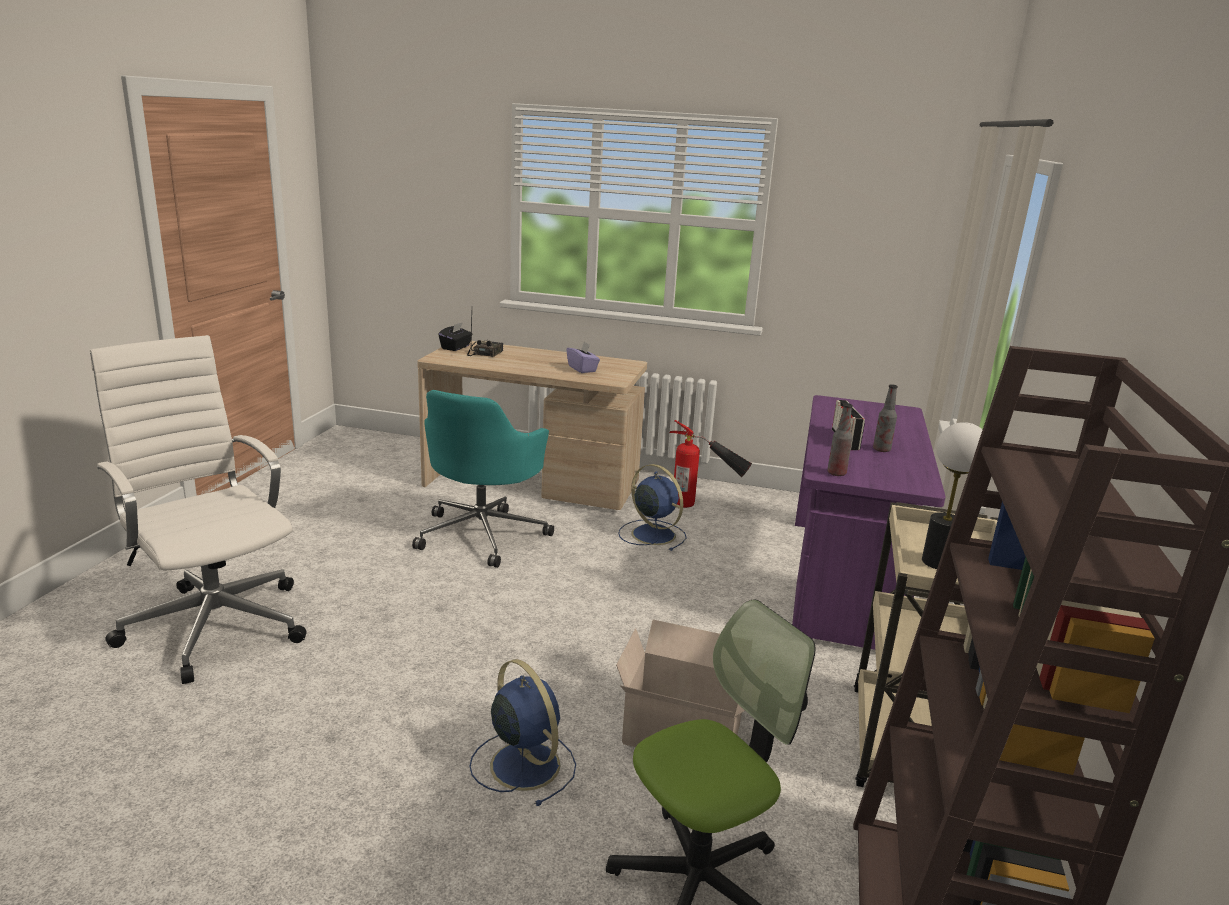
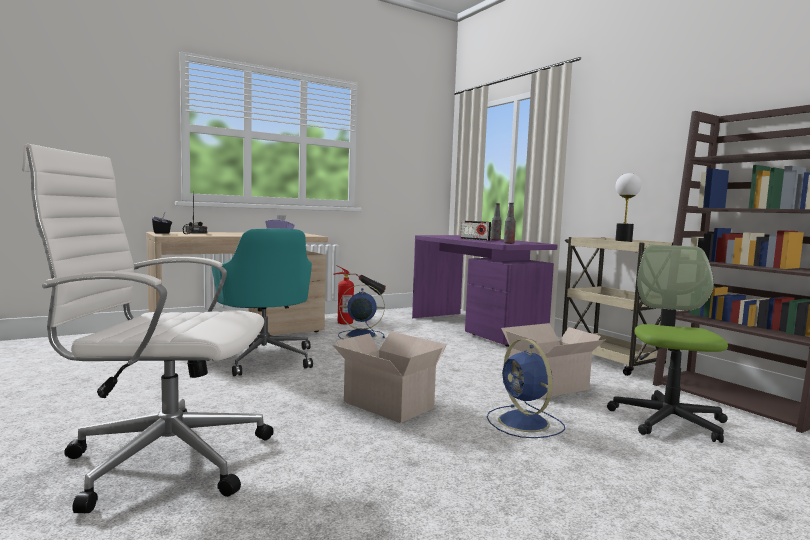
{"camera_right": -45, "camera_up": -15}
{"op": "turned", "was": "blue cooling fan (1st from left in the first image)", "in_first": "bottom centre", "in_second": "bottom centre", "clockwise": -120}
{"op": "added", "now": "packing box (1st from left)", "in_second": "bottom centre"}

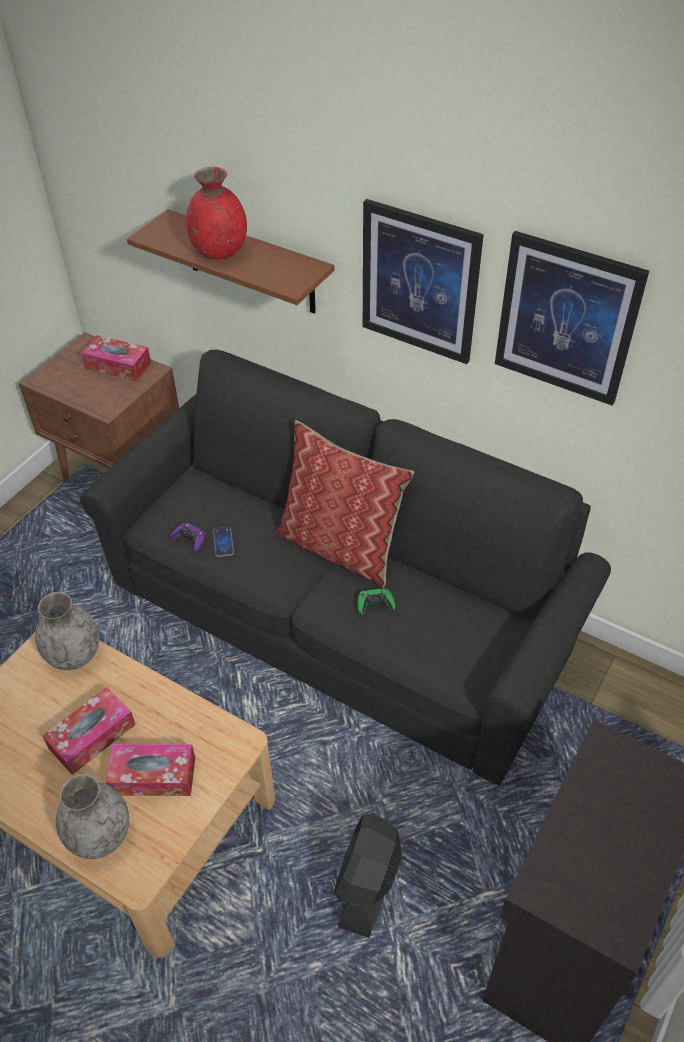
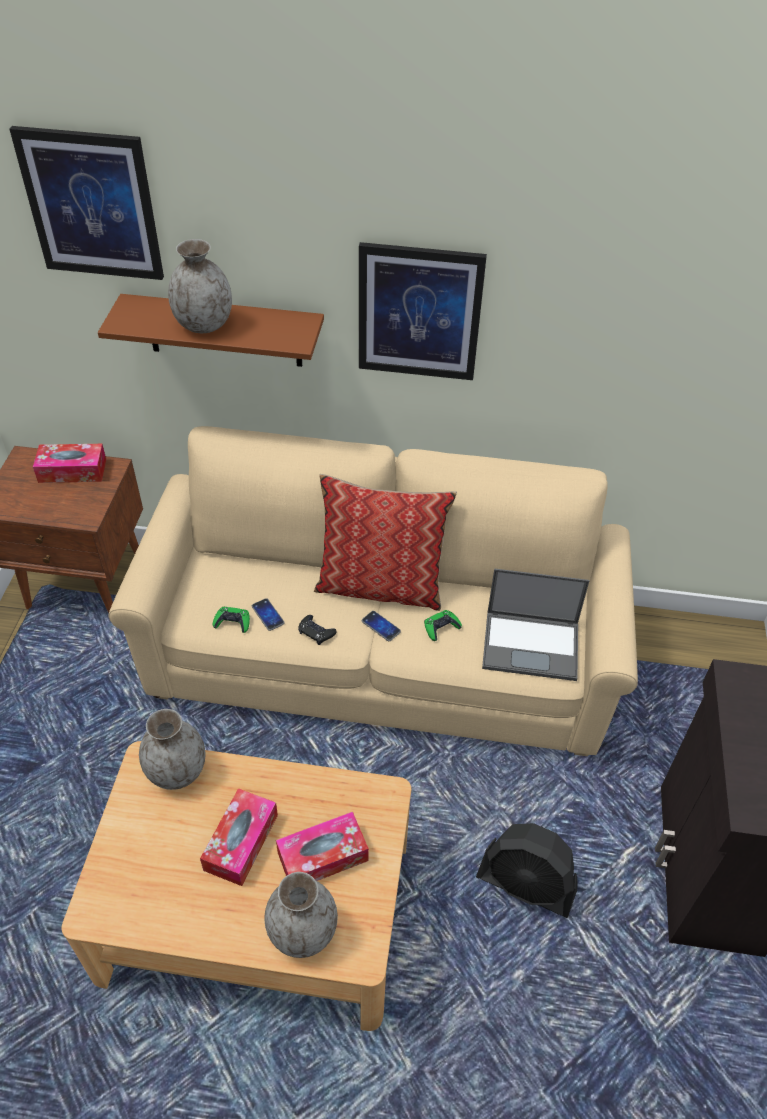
{"camera_right": -25, "camera_up": 0}
{"op": "recoloured", "was": "reddish flower vase", "now": "gray flower vase (2nd from left)", "in_first": "top left", "in_second": "top left"}
{"op": "moved", "was": "wall art (2nd from left in the first image)", "now": "wall art (1st from left)", "in_first": "top right", "in_second": "top left"}
{"op": "recoloured", "was": "blackish sofa", "now": "beige sofa", "in_first": "centre", "in_second": "centre"}
{"op": "recoloured", "was": "purplish game controller", "now": "green game controller (1st from left)", "in_first": "middle left", "in_second": "middle left"}
{"op": "turned", "was": "blackish cooling fan", "in_first": "bottom centre", "in_second": "bottom right", "clockwise": -60}
{"op": "added", "now": "portable computer", "in_second": "middle right"}
{"op": "added", "now": "handset (2nd from left)", "in_second": "centre"}
{"op": "added", "now": "blackish game controller", "in_second": "centre"}

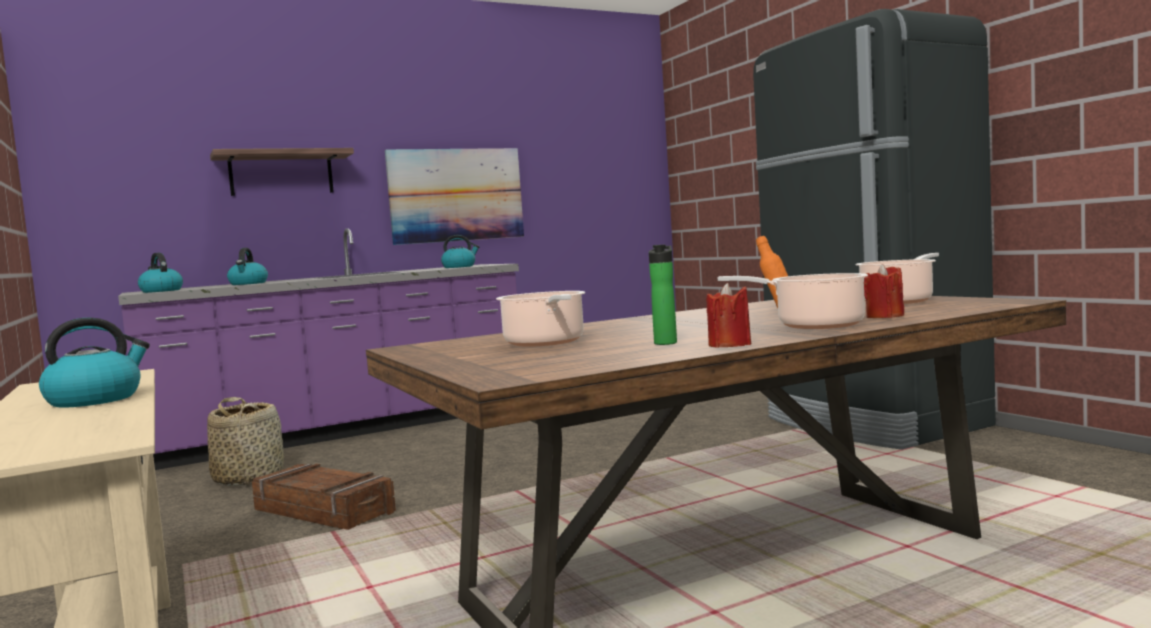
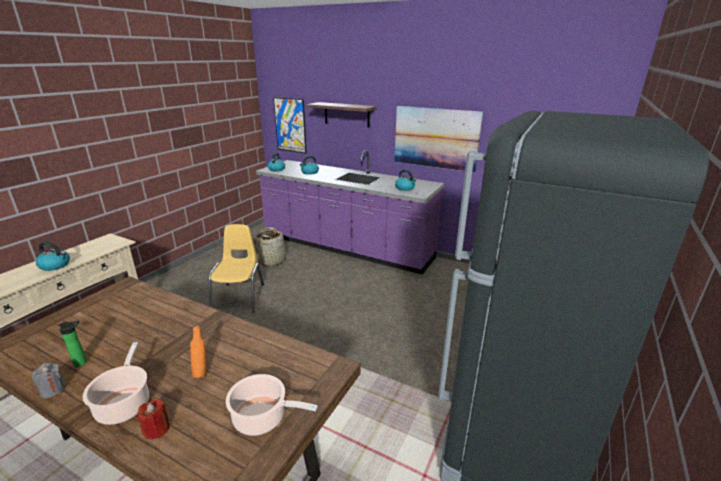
{"camera_right": 55, "camera_up": 20}
{"op": "recoloured", "was": "reddish wax light (1st from left)", "now": "gray wax light", "in_first": "centre", "in_second": "bottom left"}
{"op": "removed", "was": "stockpot (1st from left)", "in_first": "centre"}
{"op": "replaced", "was": "shipping crate", "now": "yellow chair", "in_first": "bottom left", "in_second": "middle left"}
{"op": "added", "now": "wall art (1st from left)", "in_second": "top centre"}

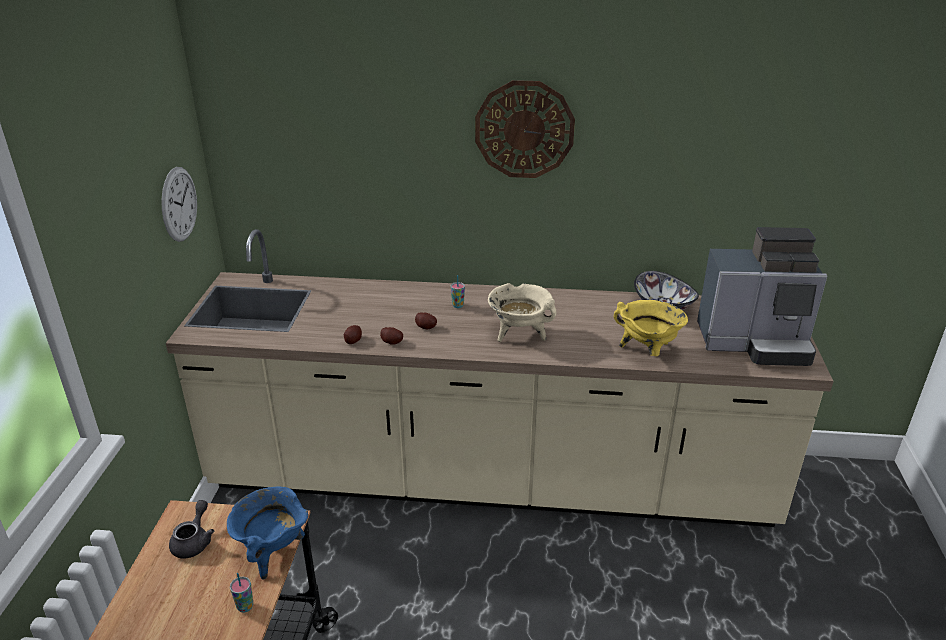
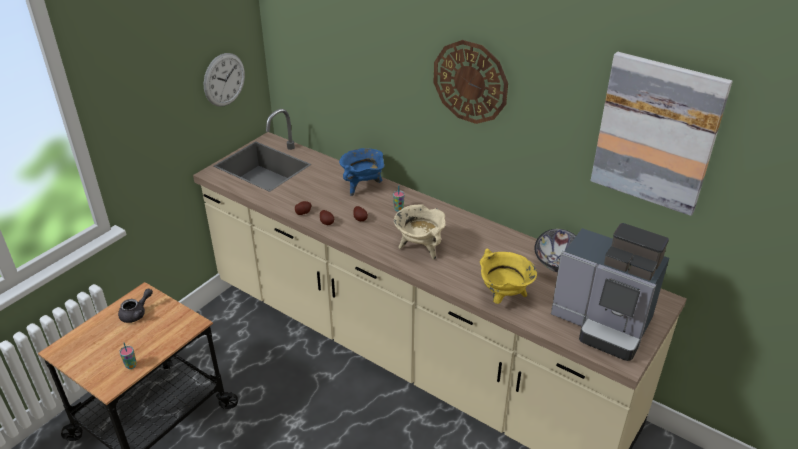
{"camera_right": 30, "camera_up": 5}
{"op": "moved", "was": "blue stockpot", "in_first": "bottom left", "in_second": "centre"}
{"op": "added", "now": "wall art", "in_second": "top right"}

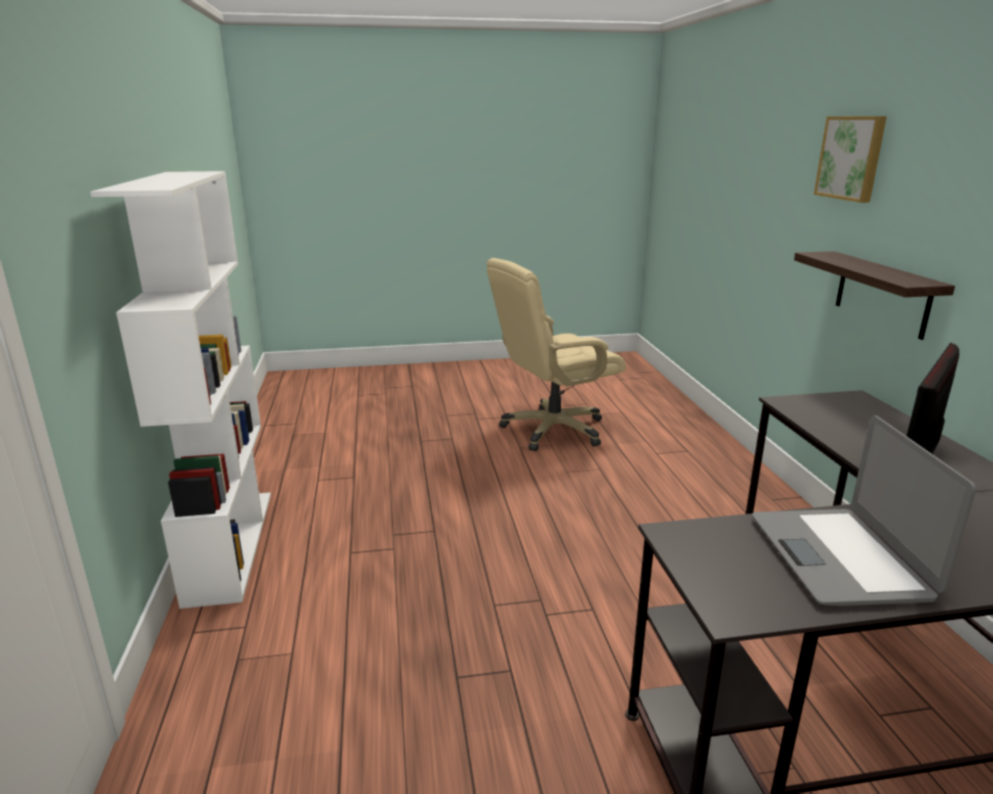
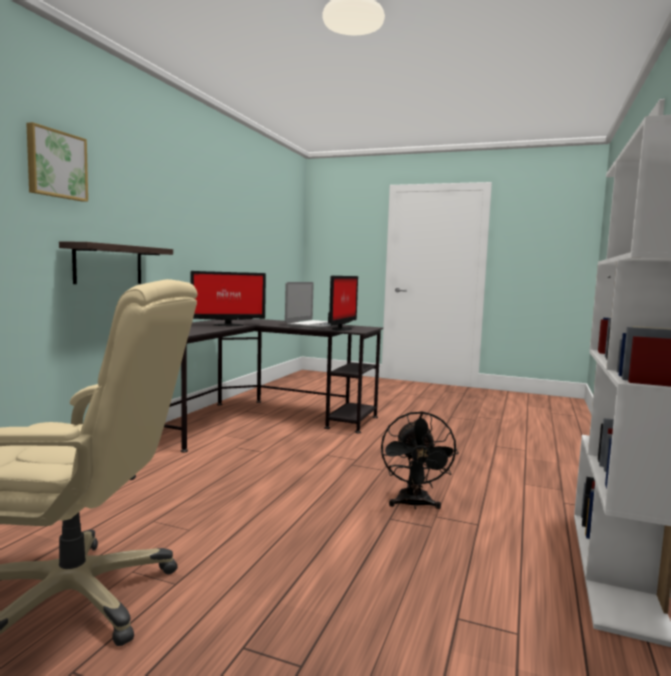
{"camera_right": -150, "camera_up": -15}
{"op": "added", "now": "monitor (2nd from left)", "in_second": "centre"}
{"op": "added", "now": "blackish cooling fan", "in_second": "bottom centre"}

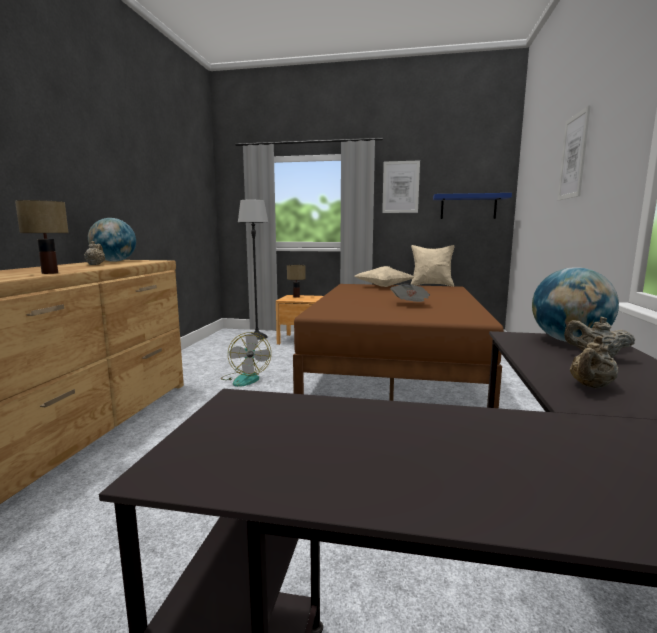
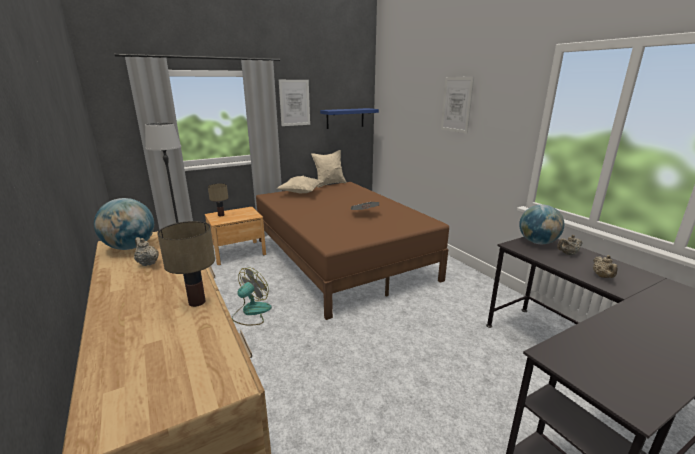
{"camera_right": -40, "camera_up": 10}
{"op": "turned", "was": "cooling fan", "in_first": "centre", "in_second": "centre", "clockwise": -90}

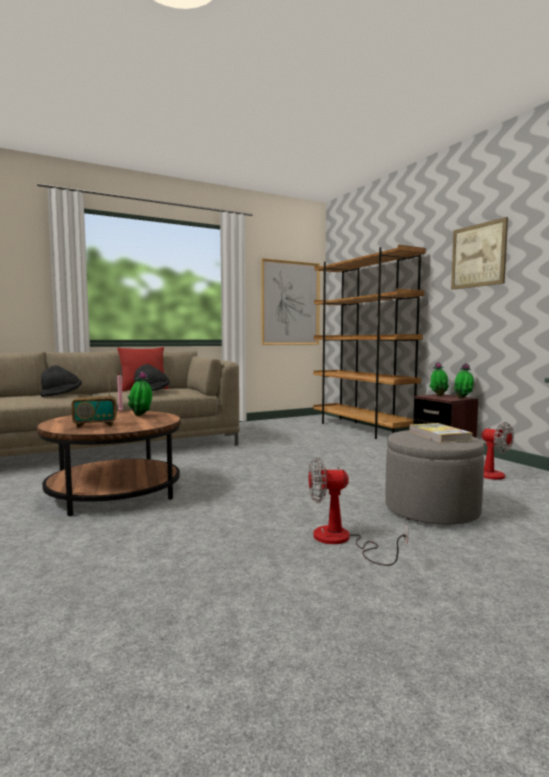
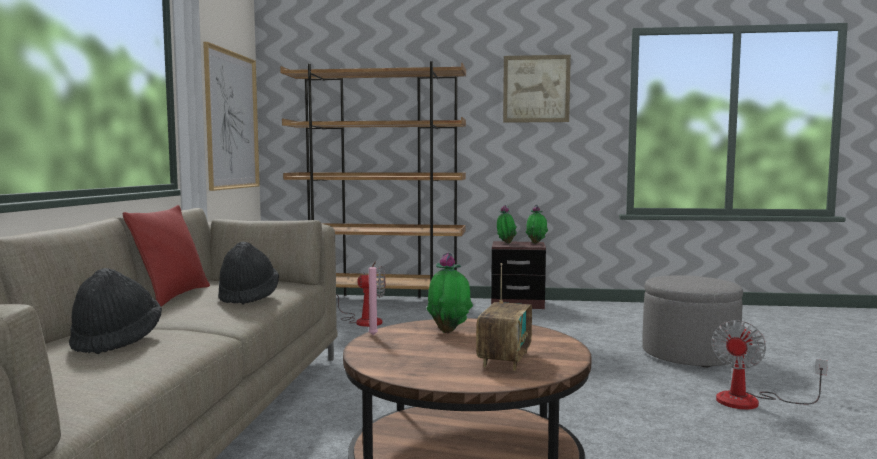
{"camera_right": -55, "camera_up": 0}
{"op": "moved", "was": "cooling fan (2nd from left in the first image)", "now": "cooling fan (1st from left)", "in_first": "middle right", "in_second": "centre"}
{"op": "removed", "was": "bound book", "in_first": "middle right"}

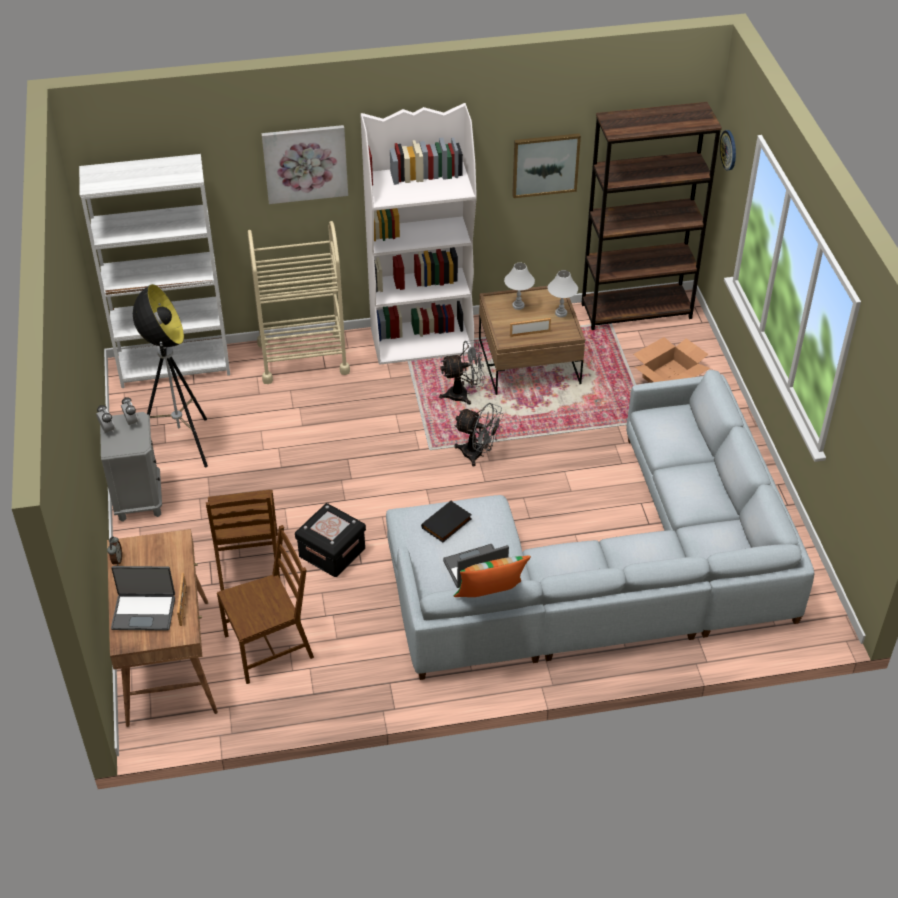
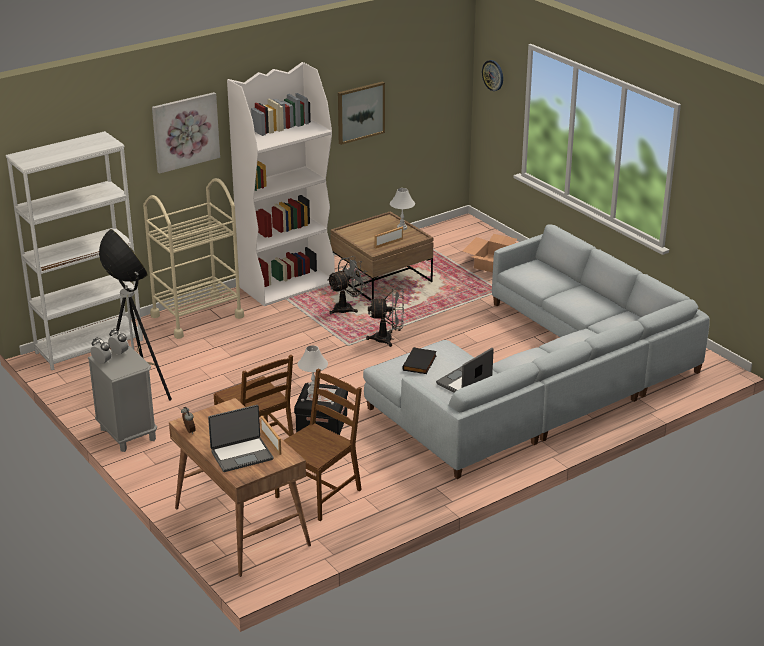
{"camera_right": -25, "camera_up": -15}
{"op": "removed", "was": "brownish bookcase", "in_first": "top right"}
{"op": "moved", "was": "whitish lamp for a table (1st from left)", "in_first": "top centre", "in_second": "centre"}
{"op": "removed", "was": "cushion", "in_first": "centre"}

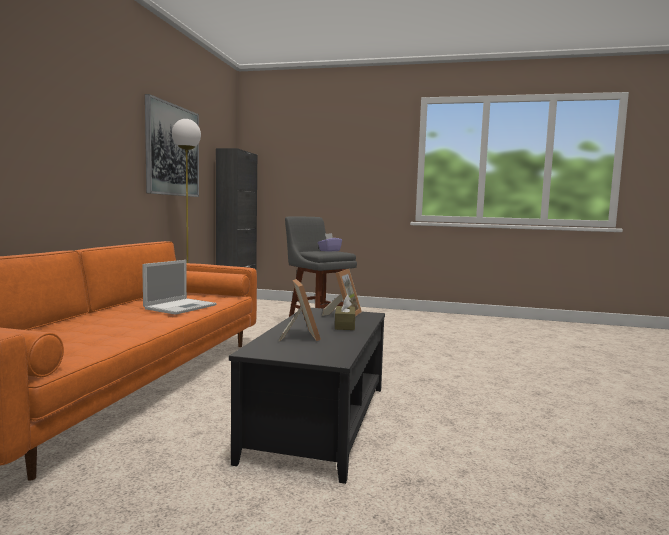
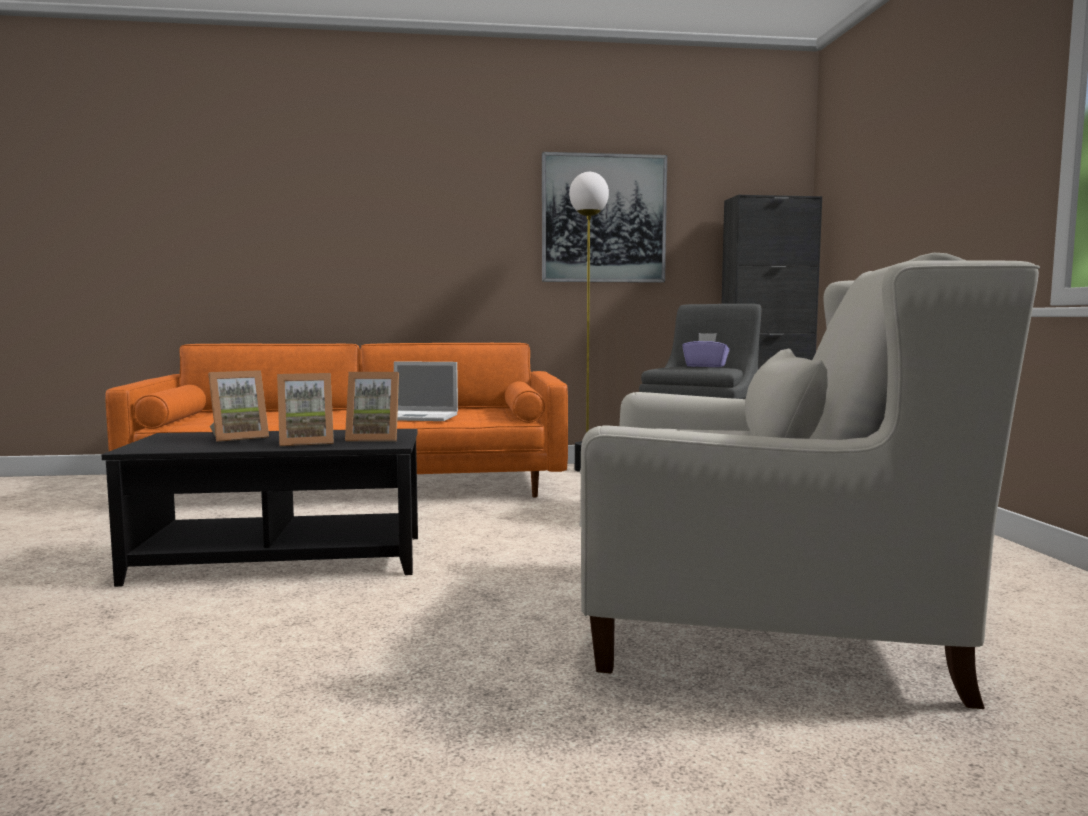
{"camera_right": 70, "camera_up": 0}
{"op": "replaced", "was": "brownish tissue holder", "now": "photo frame (2nd from left)", "in_first": "centre", "in_second": "middle left"}
{"op": "added", "now": "whitish easy chair", "in_second": "middle right"}

